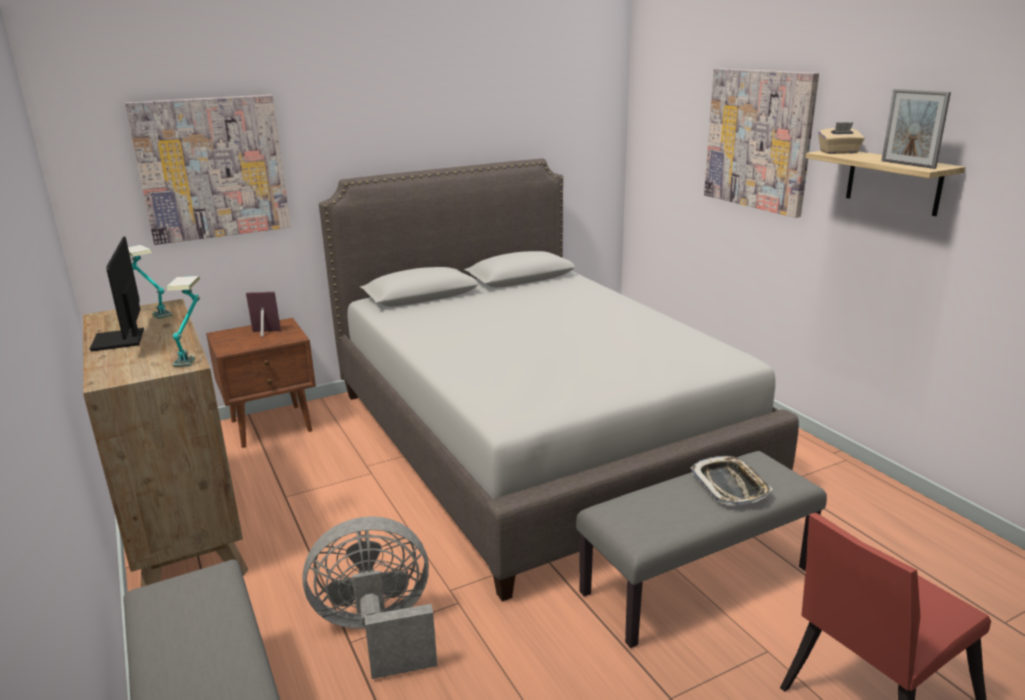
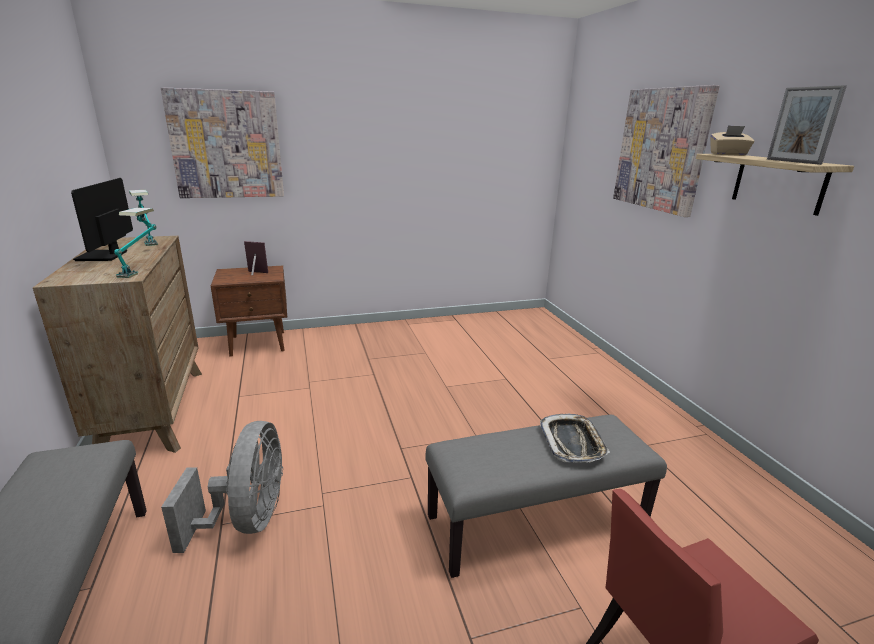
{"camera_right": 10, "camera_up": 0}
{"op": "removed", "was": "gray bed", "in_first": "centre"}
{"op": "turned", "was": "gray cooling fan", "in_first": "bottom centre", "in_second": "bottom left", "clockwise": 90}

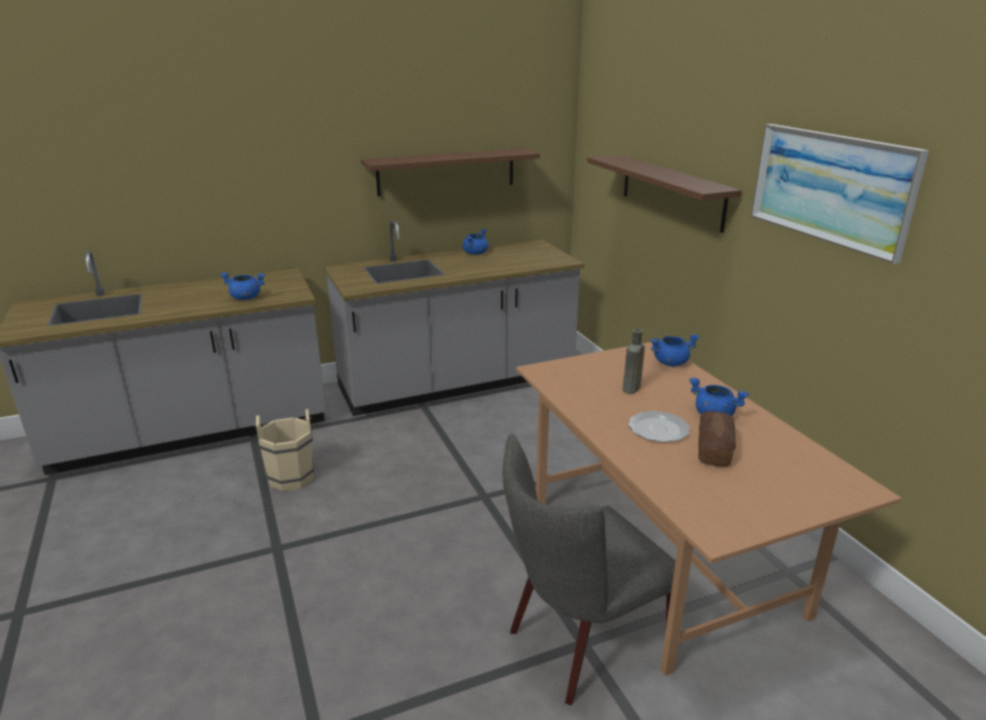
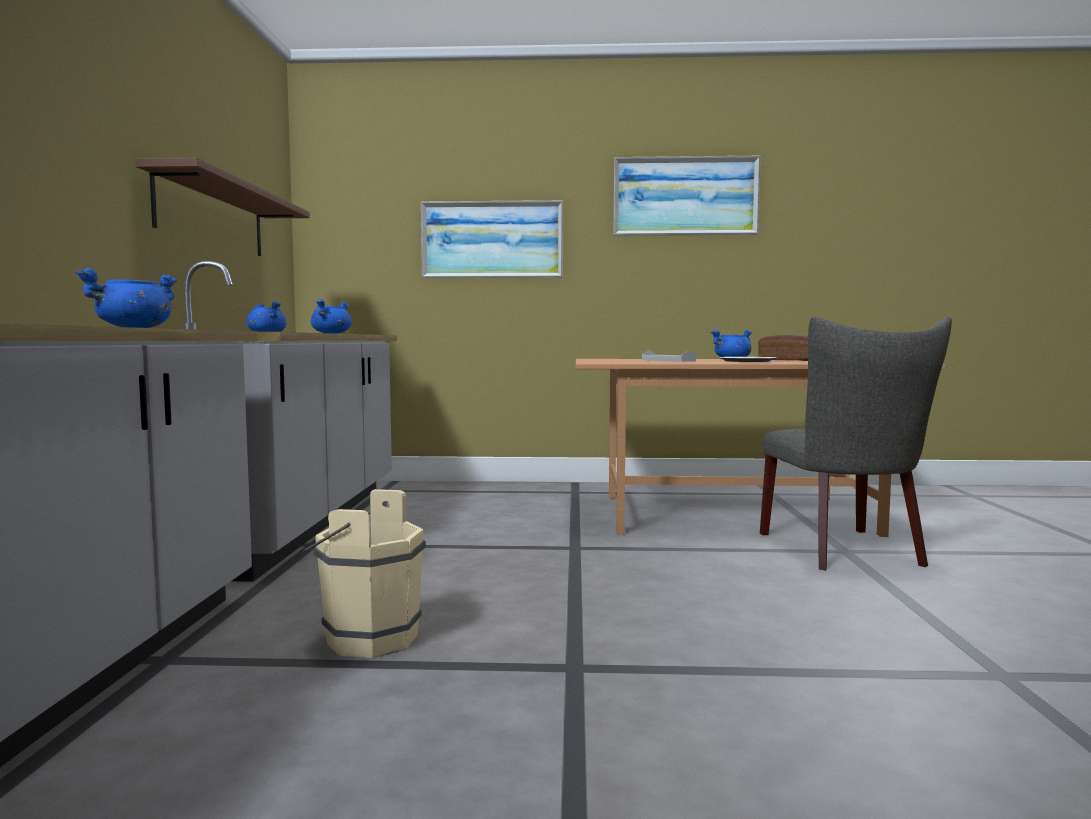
{"camera_right": -65, "camera_up": -20}
{"op": "replaced", "was": "brownish shelf (2nd from left)", "now": "wall art (1st from left)", "in_first": "top right", "in_second": "top centre"}
{"op": "replaced", "was": "brownish drink bottle", "now": "gray serving tray", "in_first": "centre", "in_second": "centre"}
{"op": "moved", "was": "blue stockpot (3rd from left)", "in_first": "middle right", "in_second": "middle left"}

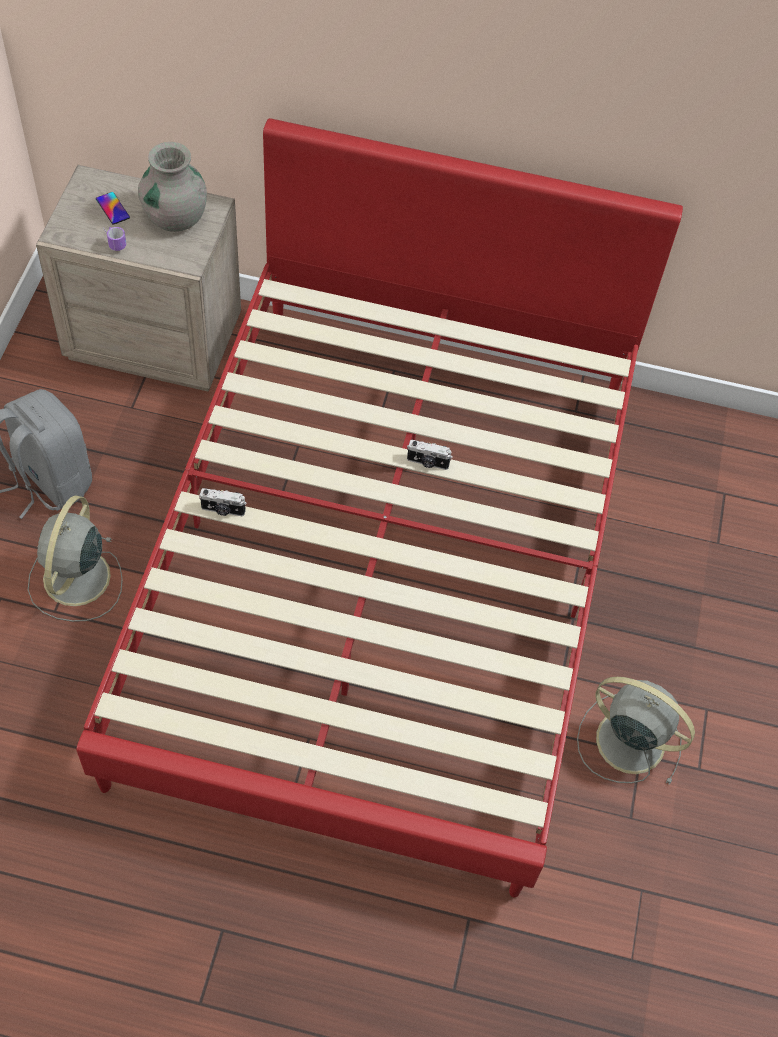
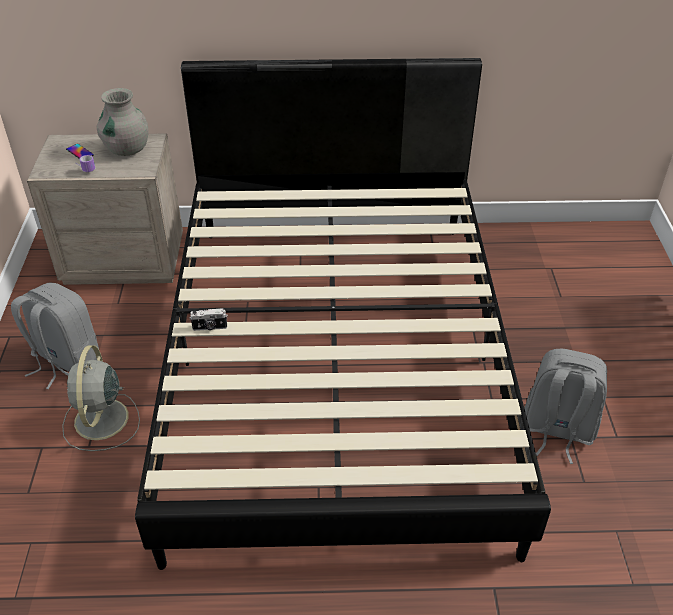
{"camera_right": -10, "camera_up": -15}
{"op": "recoloured", "was": "reddish bed", "now": "blackish bed", "in_first": "centre", "in_second": "centre"}
{"op": "removed", "was": "photo camera (2nd from left)", "in_first": "centre"}
{"op": "replaced", "was": "gray cooling fan (2nd from left)", "now": "gray rucksack (2nd from left)", "in_first": "bottom right", "in_second": "middle right"}

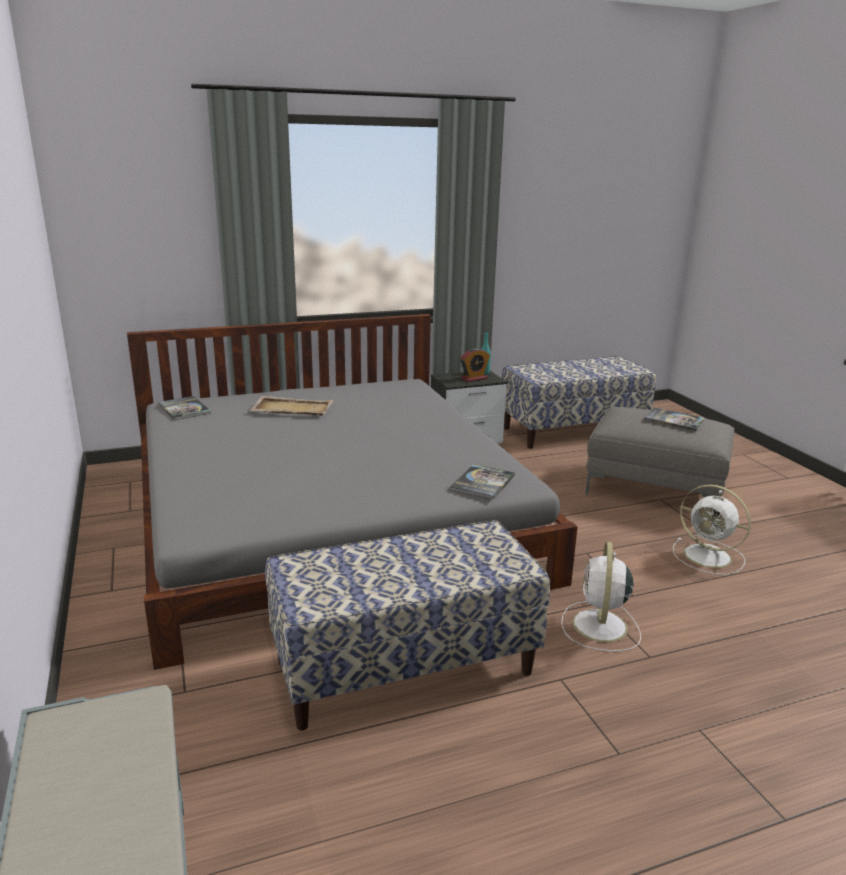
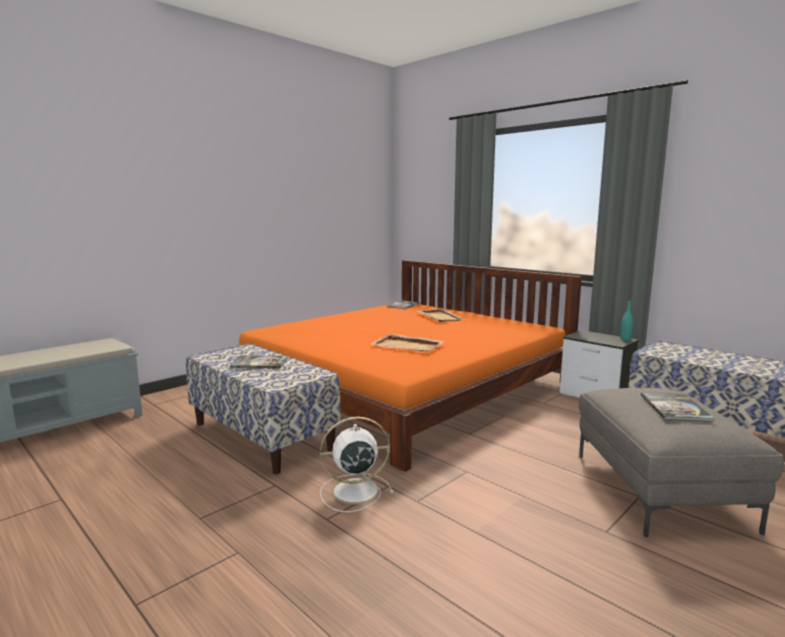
{"camera_right": 65, "camera_up": -10}
{"op": "recoloured", "was": "gray bed", "now": "orangey bed", "in_first": "centre", "in_second": "centre"}
{"op": "removed", "was": "bedside clock", "in_first": "centre"}
{"op": "moved", "was": "bound book (2nd from left in the first image)", "now": "bound book (1st from left)", "in_first": "centre", "in_second": "middle left"}
{"op": "removed", "was": "whitish cooling fan (2nd from left)", "in_first": "middle right"}
{"op": "added", "now": "beige serving tray (1st from left)", "in_second": "centre"}

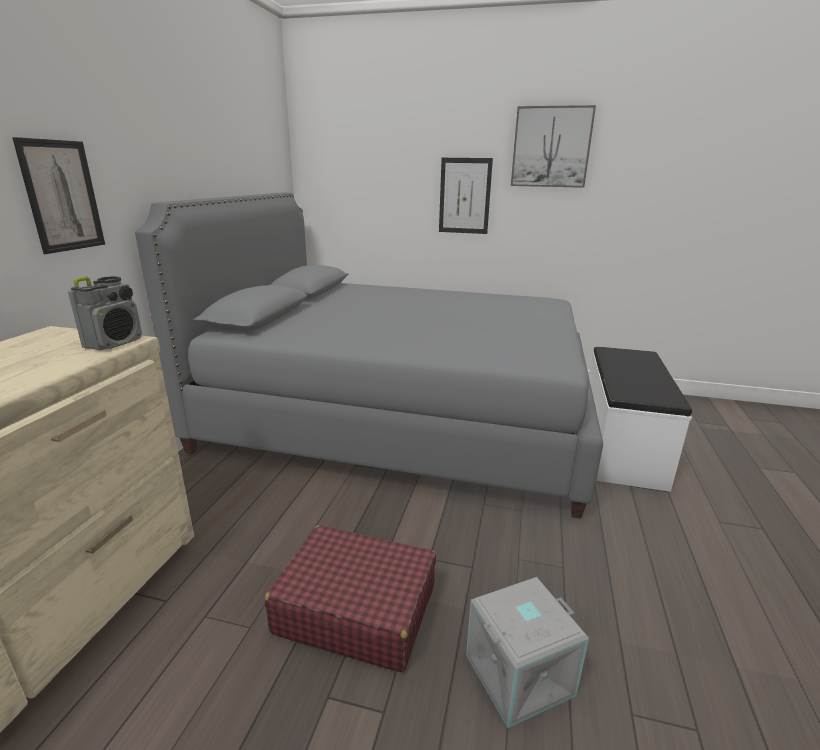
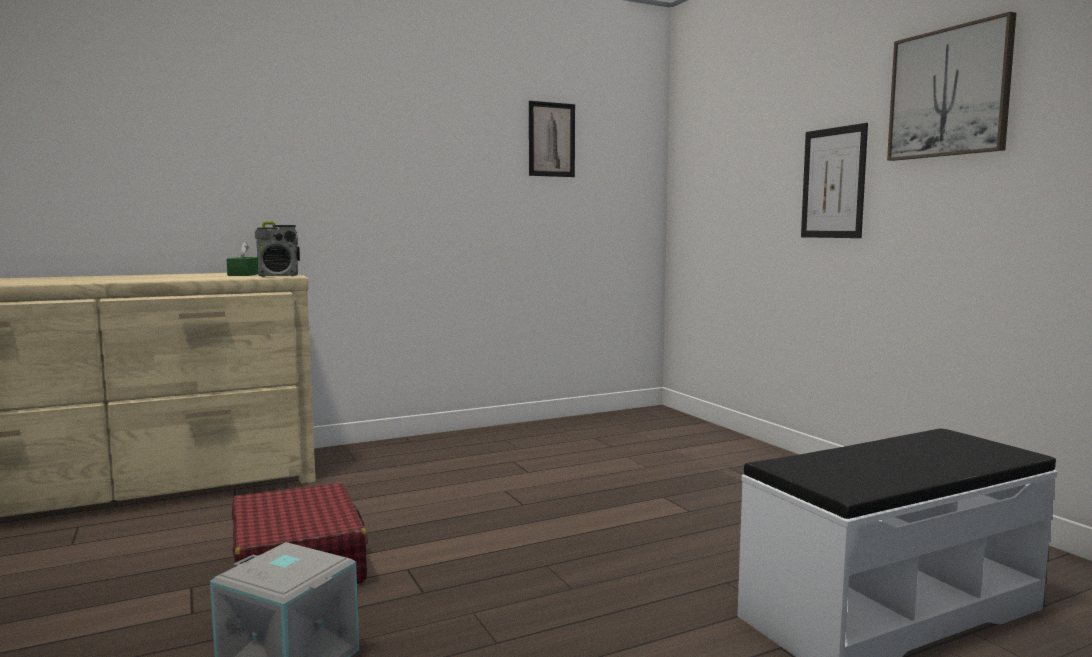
{"camera_right": 50, "camera_up": -15}
{"op": "moved", "was": "wall art (1st from left)", "in_first": "top left", "in_second": "top centre"}
{"op": "removed", "was": "gray bed", "in_first": "centre"}
{"op": "added", "now": "green tissue holder", "in_second": "middle left"}

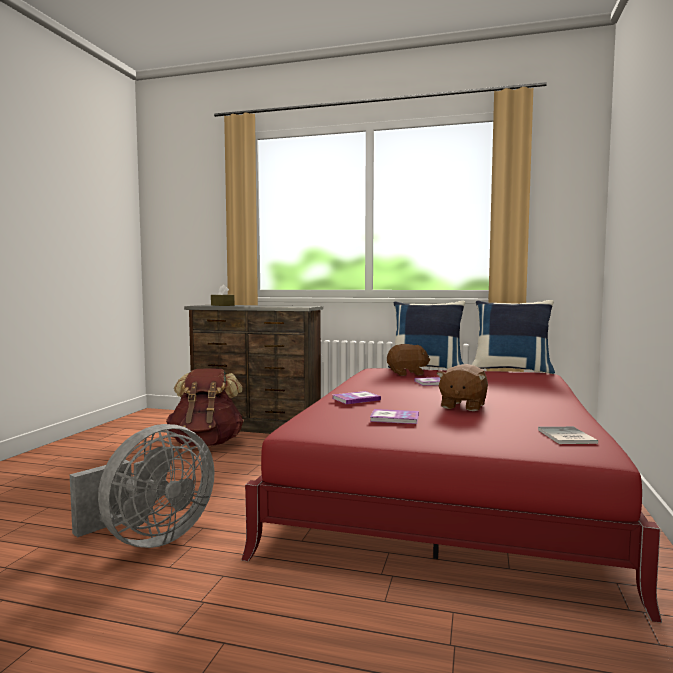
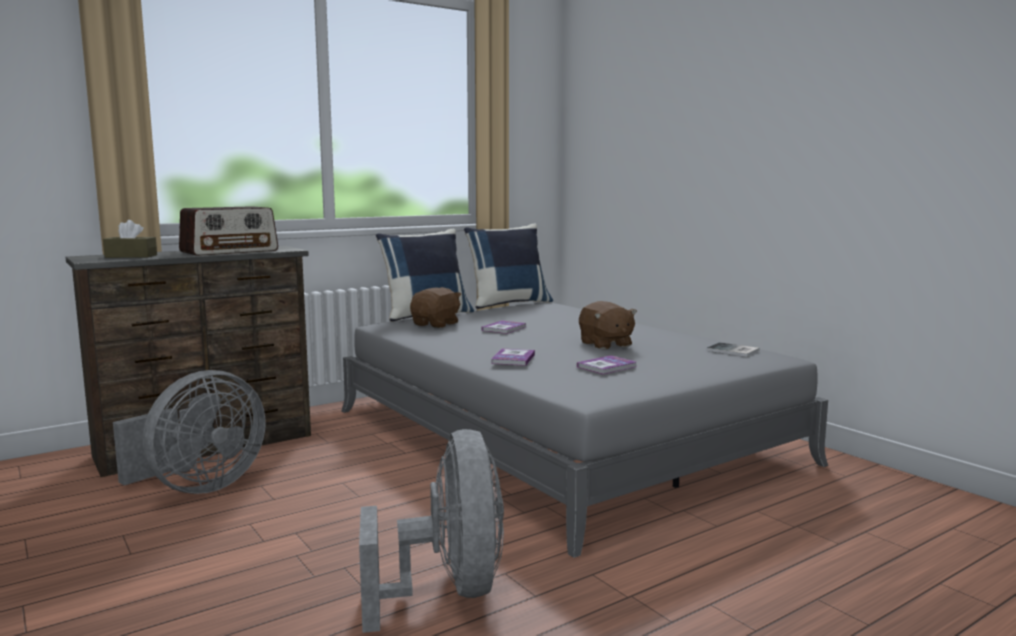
{"camera_right": -50, "camera_up": 5}
{"op": "replaced", "was": "brownish rucksack", "now": "gray cooling fan (1st from left)", "in_first": "middle left", "in_second": "bottom left"}
{"op": "recoloured", "was": "reddish bed", "now": "gray bed", "in_first": "bottom right", "in_second": "bottom centre"}
{"op": "added", "now": "radio receiver", "in_second": "middle left"}

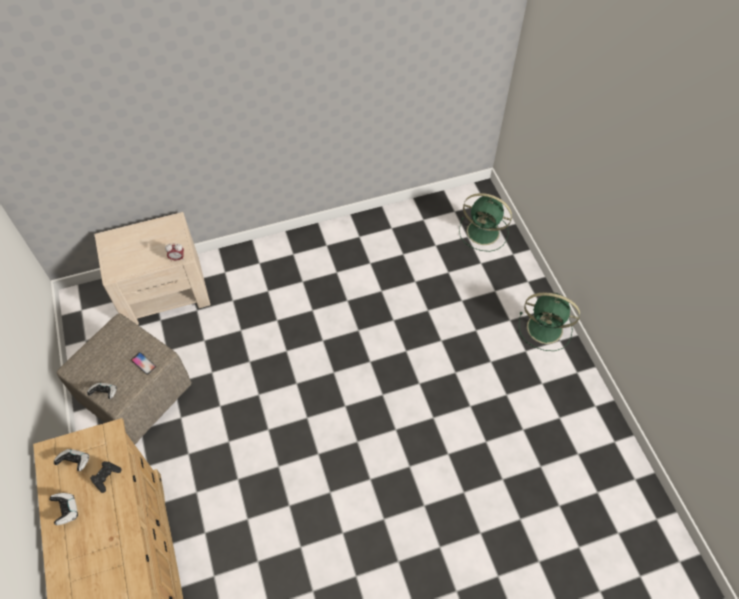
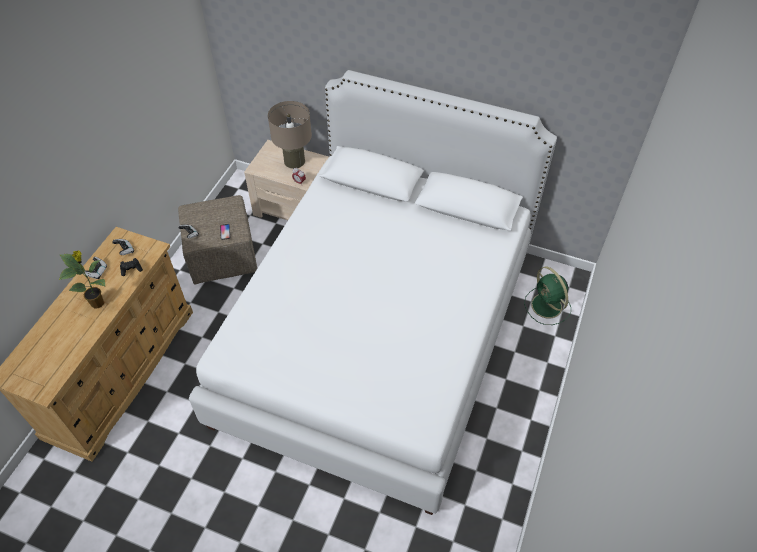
{"camera_right": 40, "camera_up": -5}
{"op": "removed", "was": "green cooling fan (2nd from left)", "in_first": "middle right"}
{"op": "added", "now": "whitish bed", "in_second": "centre"}
{"op": "added", "now": "beige lamp for a table", "in_second": "top centre"}
{"op": "added", "now": "plant in a pot", "in_second": "middle left"}

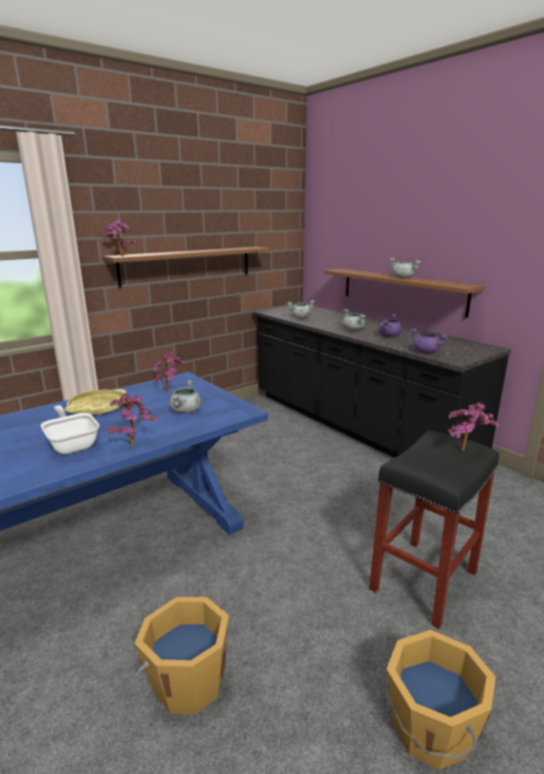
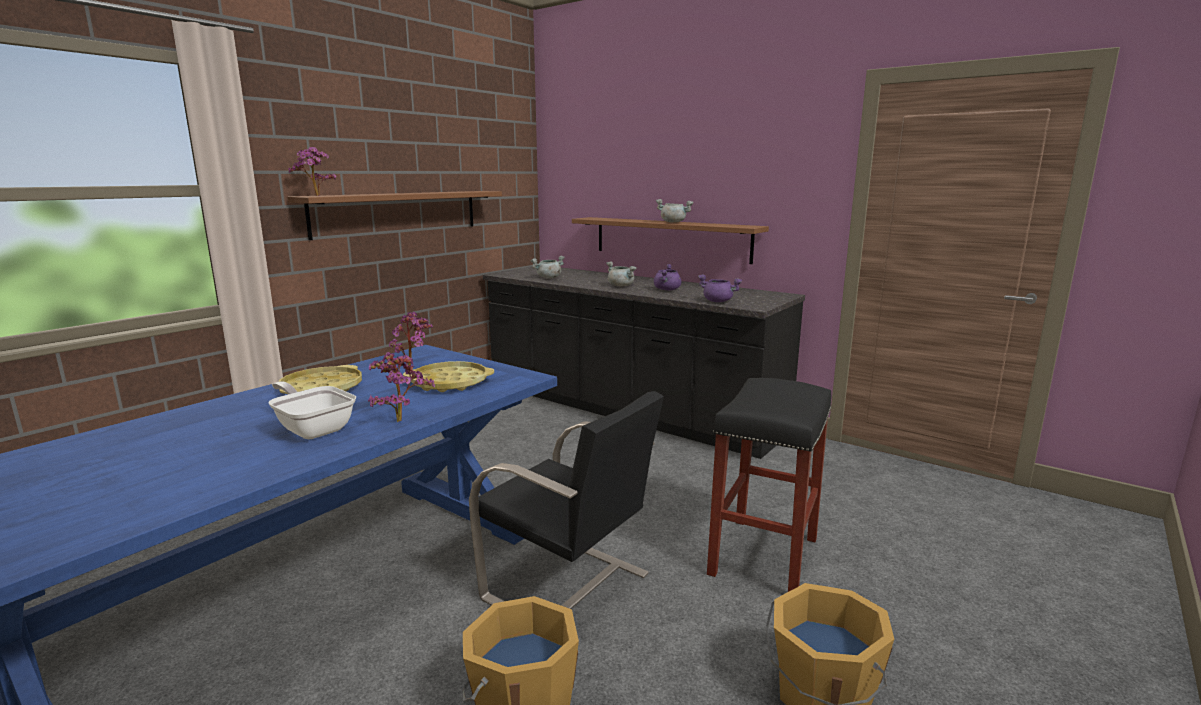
{"camera_right": -15, "camera_up": -5}
{"op": "replaced", "was": "gray stockpot (1st from left)", "now": "yellow serving tray (2nd from left)", "in_first": "centre", "in_second": "centre"}
{"op": "removed", "was": "plant in a pot (4th from left)", "in_first": "middle right"}
{"op": "added", "now": "blackish chair", "in_second": "bottom centre"}

